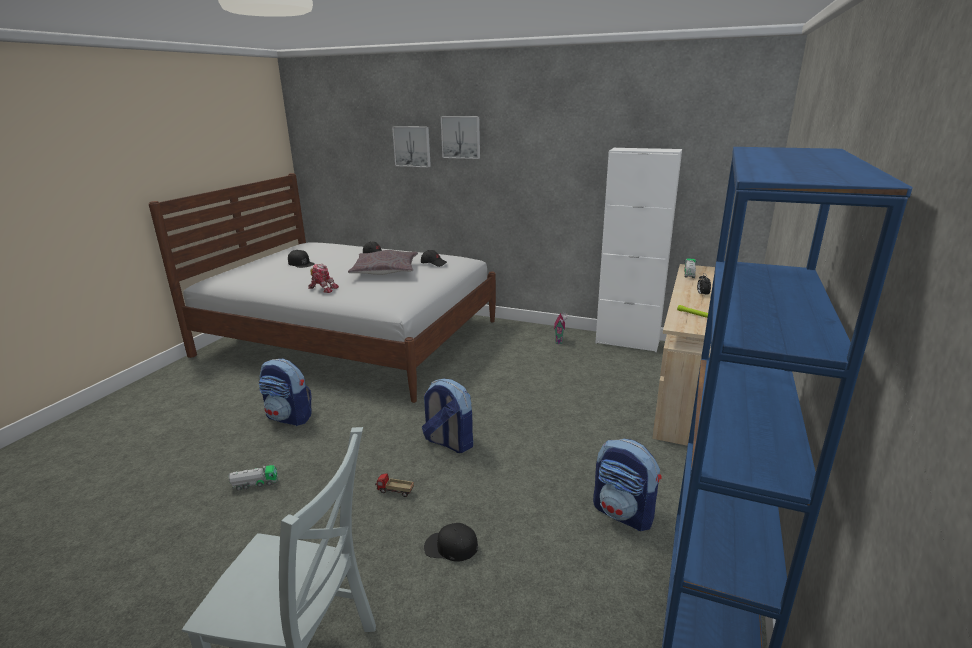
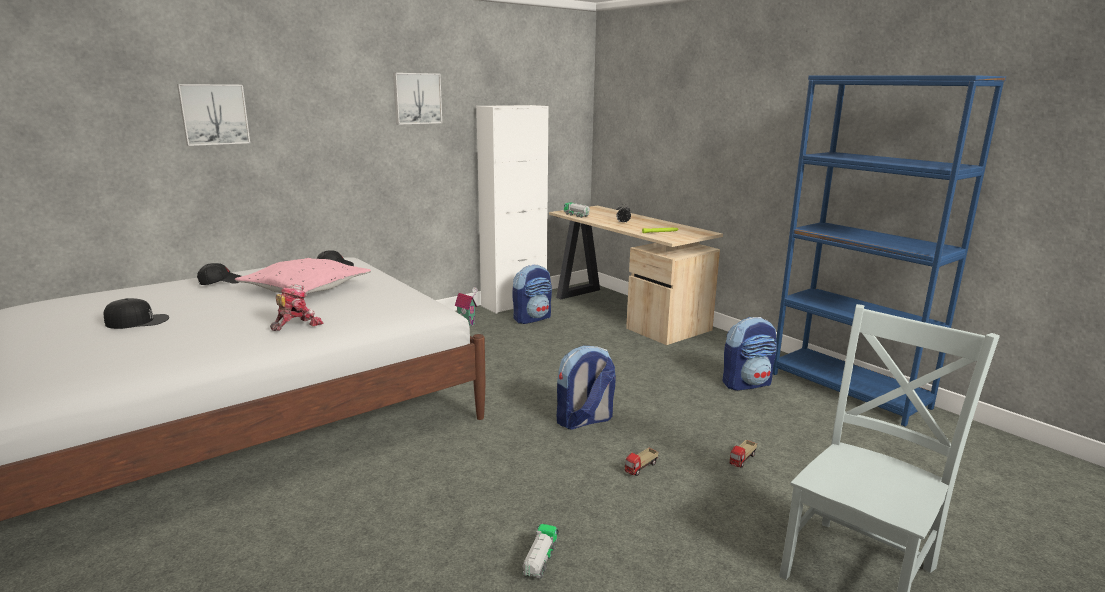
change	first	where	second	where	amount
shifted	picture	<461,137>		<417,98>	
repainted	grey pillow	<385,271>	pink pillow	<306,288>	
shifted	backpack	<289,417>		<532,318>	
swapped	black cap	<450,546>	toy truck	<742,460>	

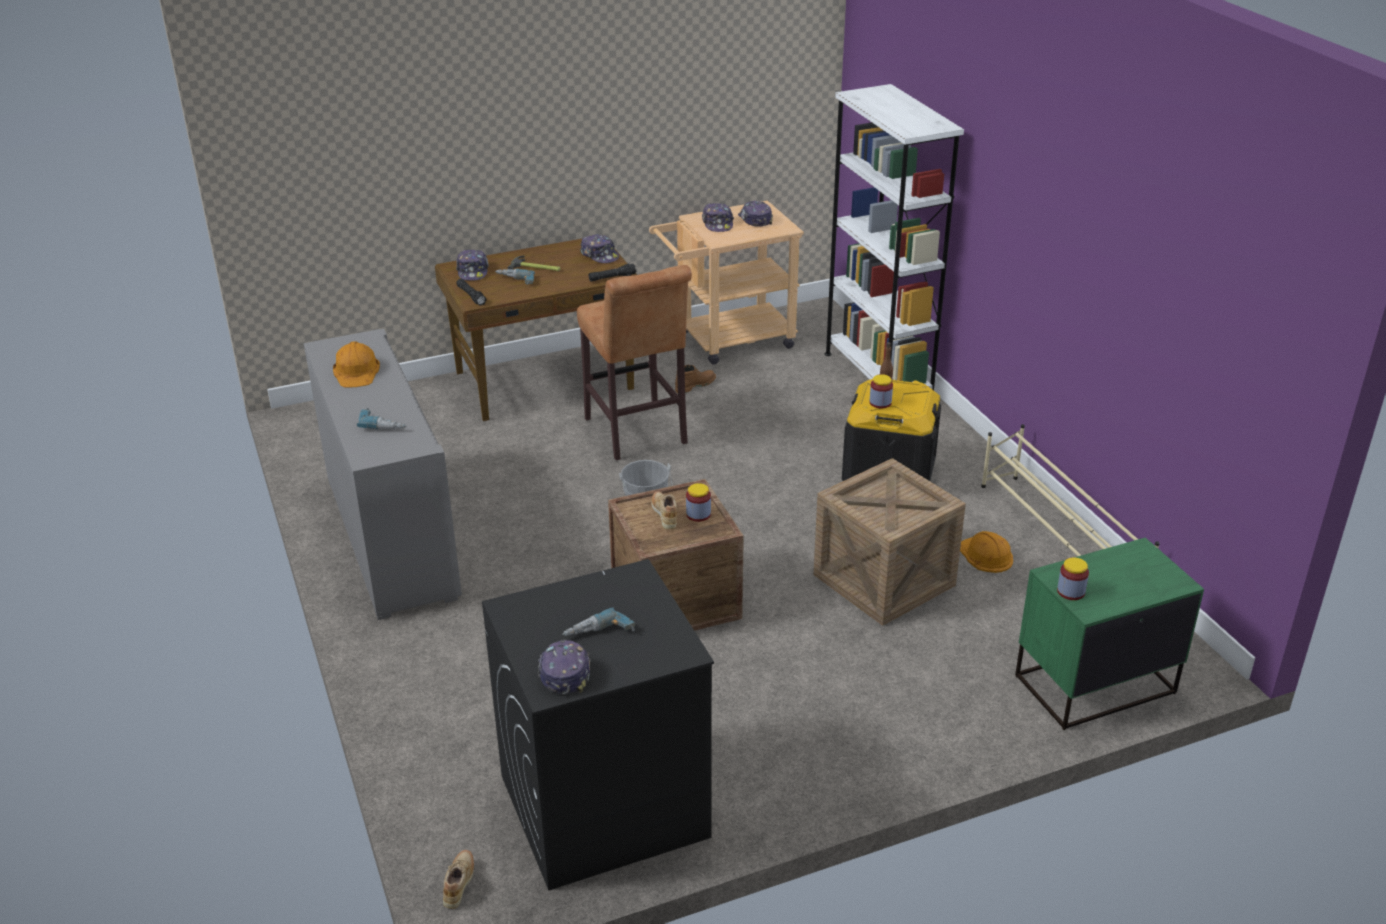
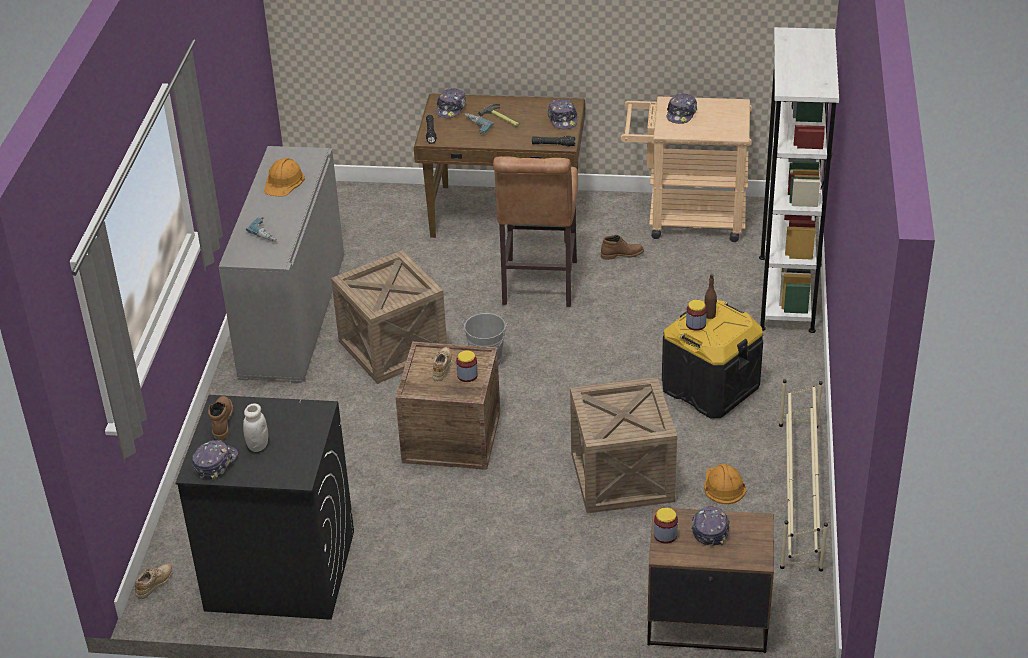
change	first	where	second	where	amount
shifted	cap	<754,220>		<710,529>	
repainted	green nightstand	<1093,684>	brown nightstand	<706,620>	
swapped	power drill	<599,635>	white jar	<258,445>	
new			crate	<392,347>	
new			brown boot	<221,421>	

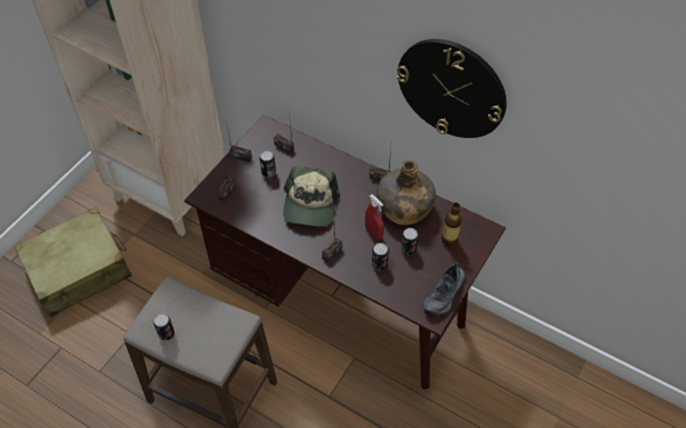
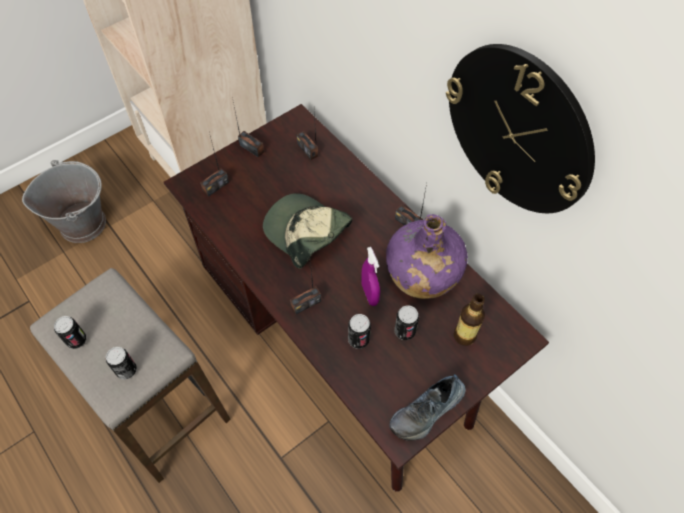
change	first	where	second	where	amount
shifted	can	<268,172>		<126,370>	
repainted	green bottle	<403,208>	purple bottle	<422,272>	
rotated	cap	<310,205>		<306,233>	105 degrees clockwise
repainted	red spray bottle	<374,233>	purple spray bottle	<369,294>	
swapped	beige suitcase	<79,271>	grey bucket	<83,223>	

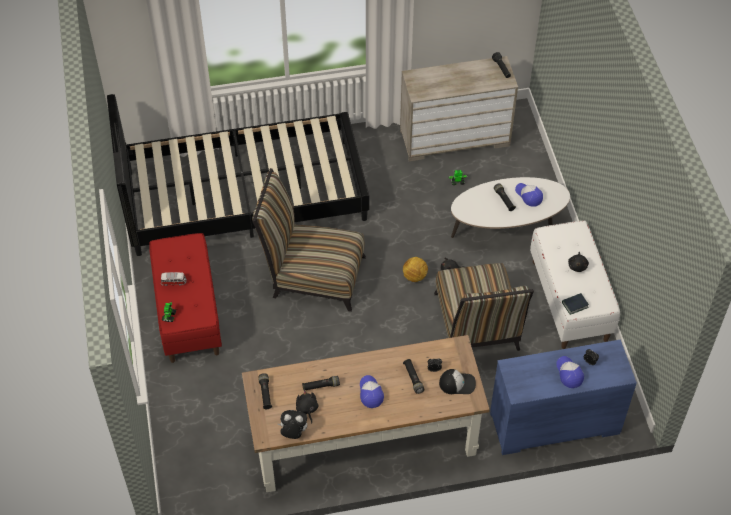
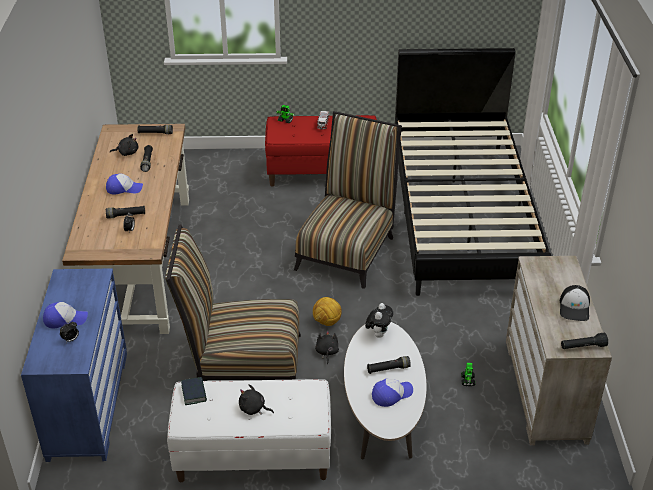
change	first	where	second	where	amount
shifted	cap	<457,383>		<574,308>	
shifted	plush toy	<293,433>		<378,334>	

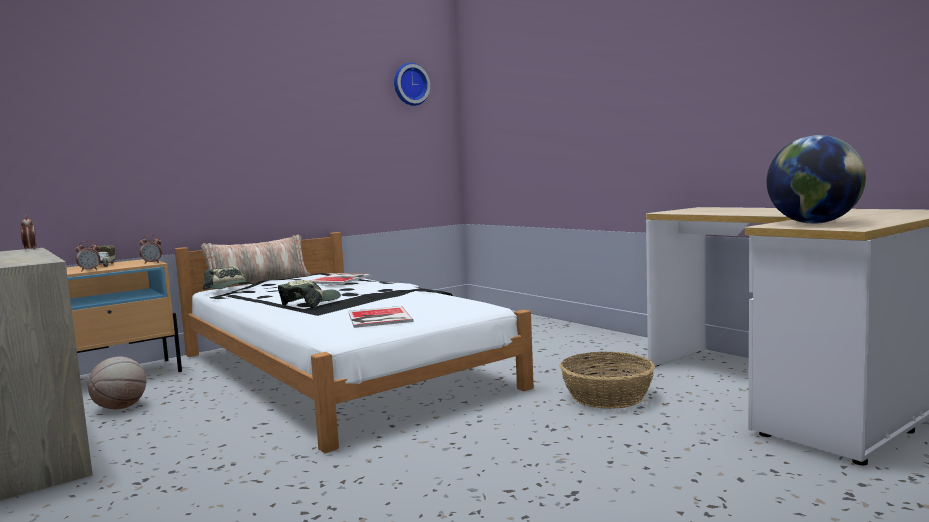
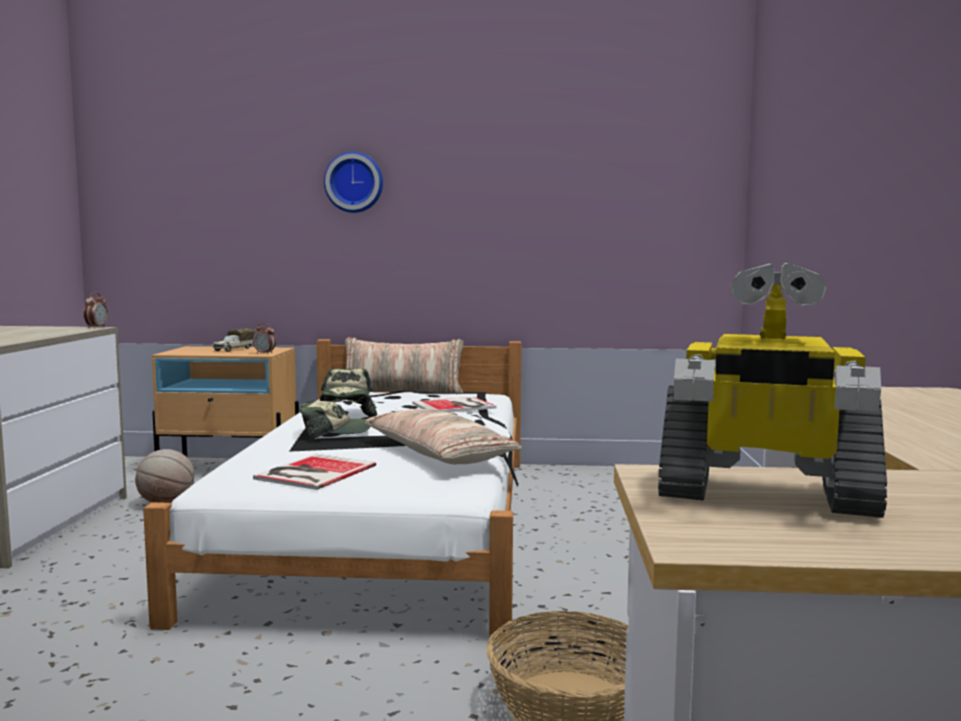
change	first	where	second	where	amount
shifted	wall clock	<410,84>		<354,182>	
swapped	globe	<813,223>	toy robot	<763,495>	
gone	alarm clock	<89,270>			
new			cap	<348,414>	
new			pillow	<437,454>	

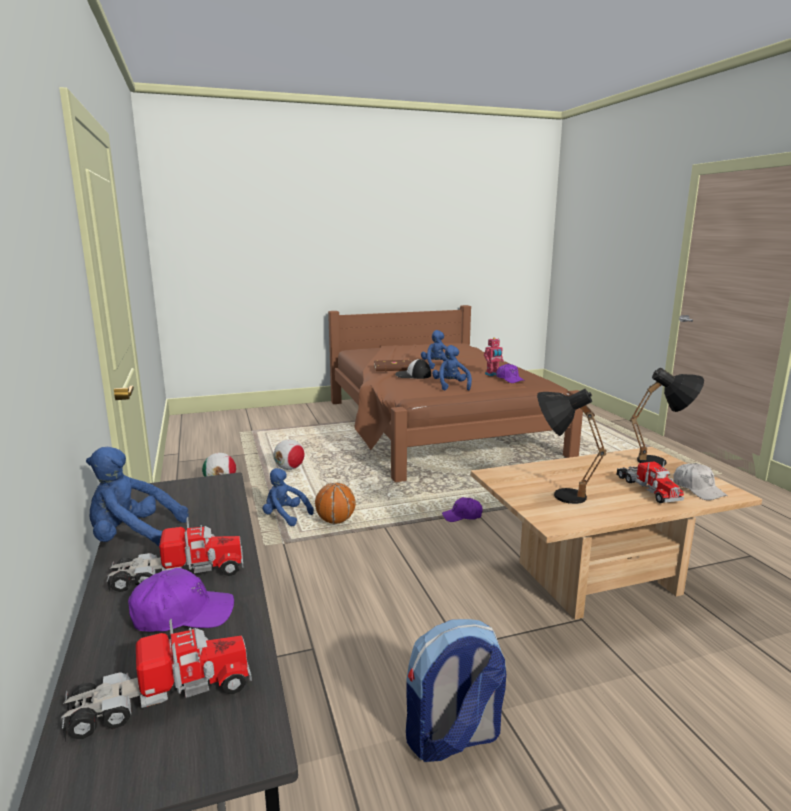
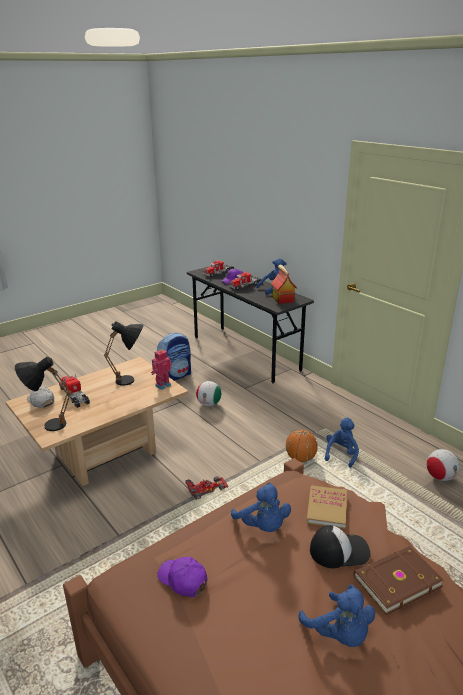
change	first	where	second	where	amount
shifted	toy robot	<492,375>		<162,385>	
shifted	football	<289,468>		<209,404>	
rotated	blue plush toy	<285,516>		<341,454>	75 degrees counterclockwise
swapped	purple cap	<462,516>	toy car	<207,488>	
new			toy house	<282,299>	
new			book	<327,508>	

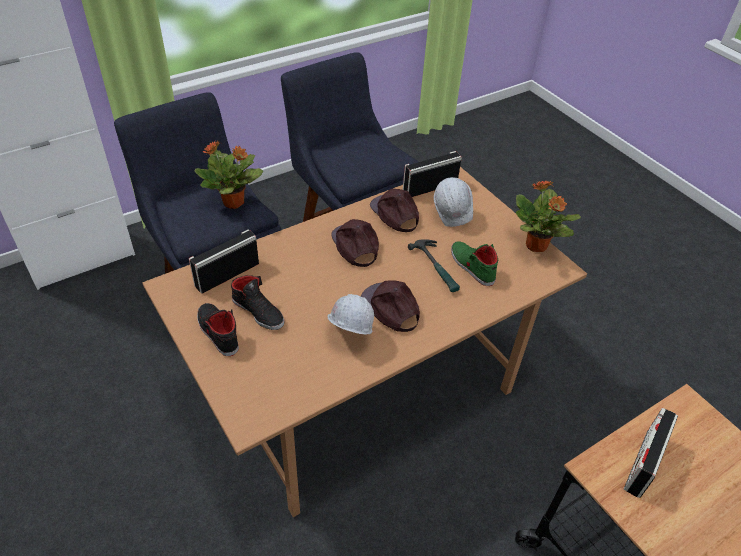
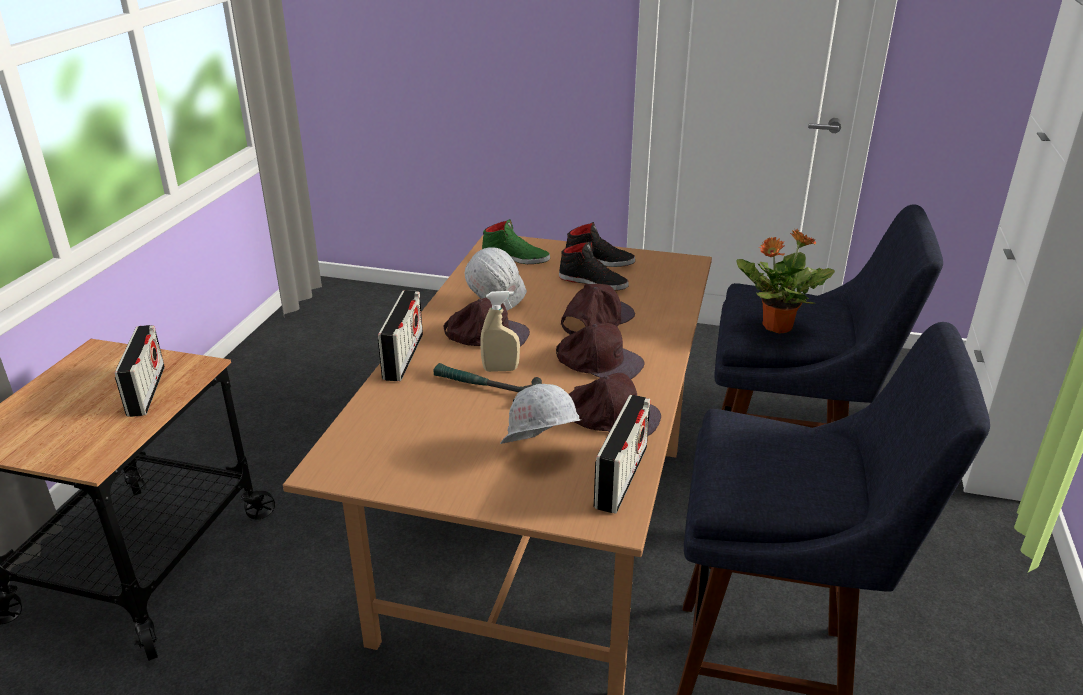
change	first	where	second	where	amount
gone	potted plant	<536,246>			
shifted	radio	<227,275>		<403,357>	
shifted	green shoe	<471,266>		<516,258>	
rotated	black shoe	<258,311>		<593,282>	150 degrees counterclockwise
new			brown cap	<596,319>	
new			beige spray bottle	<500,369>	

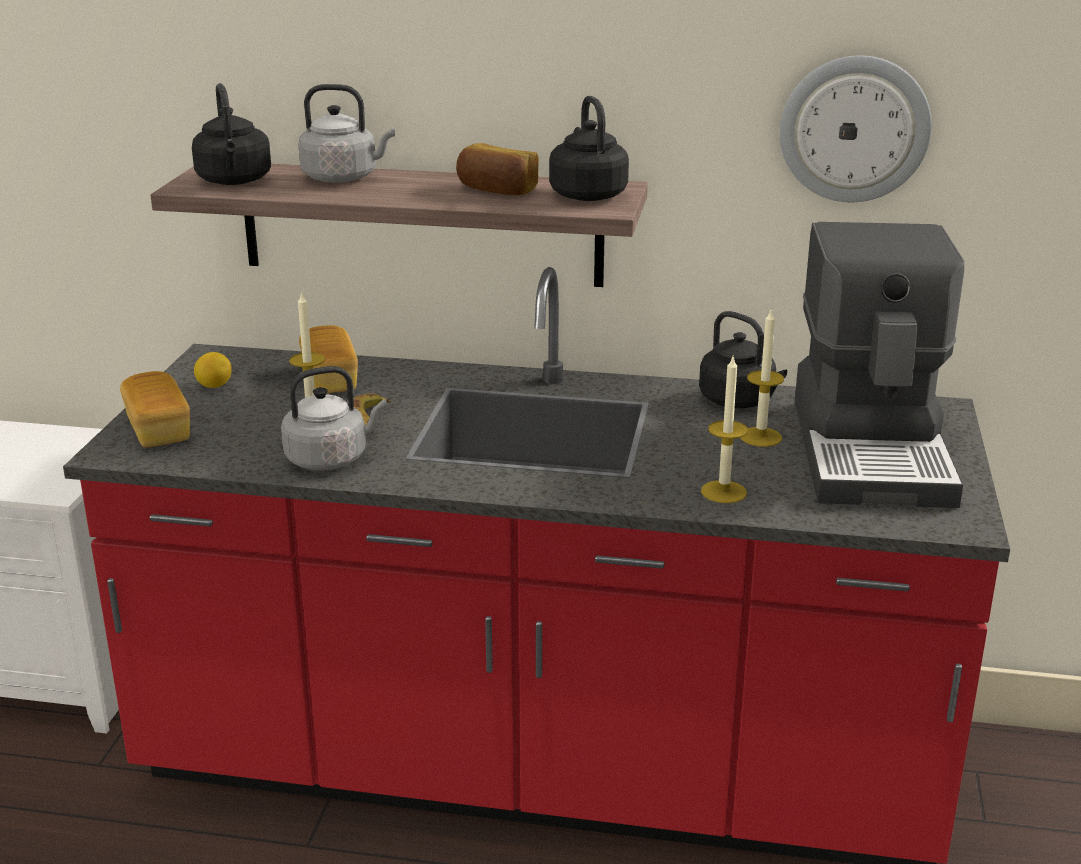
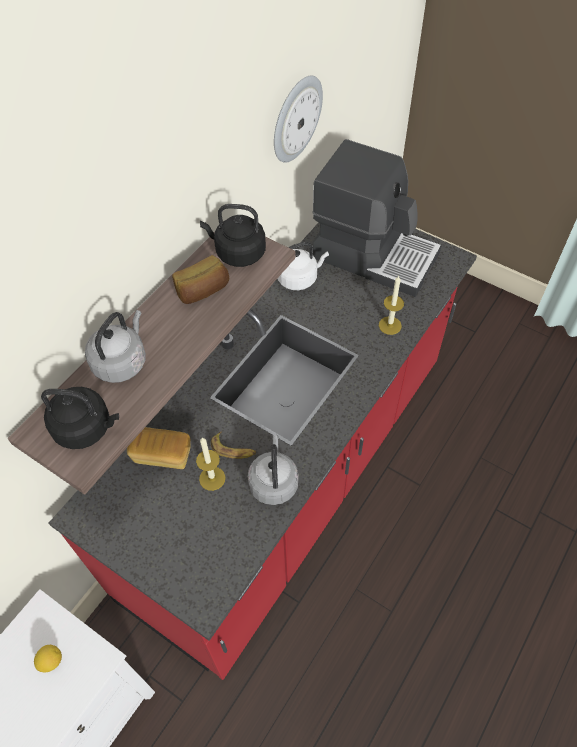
change	first	where	second	where	amount
gone	candle	<760,437>			
repainted	black kettle	<739,401>	white kettle	<299,278>	
shifted	lemon	<214,386>		<51,661>	
gone	bread	<158,430>			

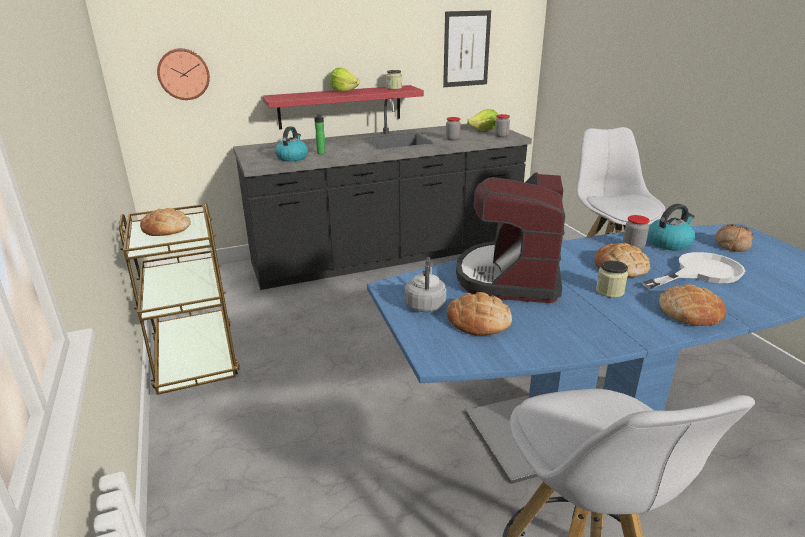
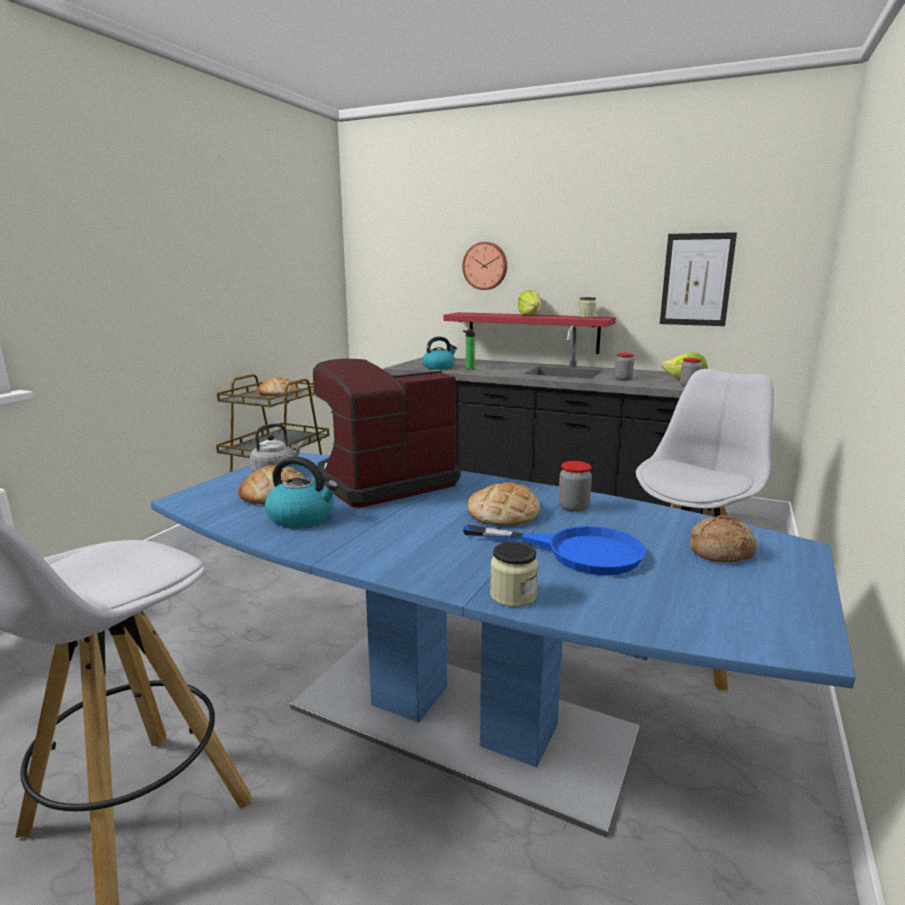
change	first	where	second	where	amount
shifted	wall clock	<183,74>		<485,266>	
shifted	kettle	<669,243>		<302,517>	
repainted	white frying pan	<700,273>	blue frying pan	<576,551>	
shifted	jar	<609,291>		<513,595>	
gone	bread	<690,311>			

